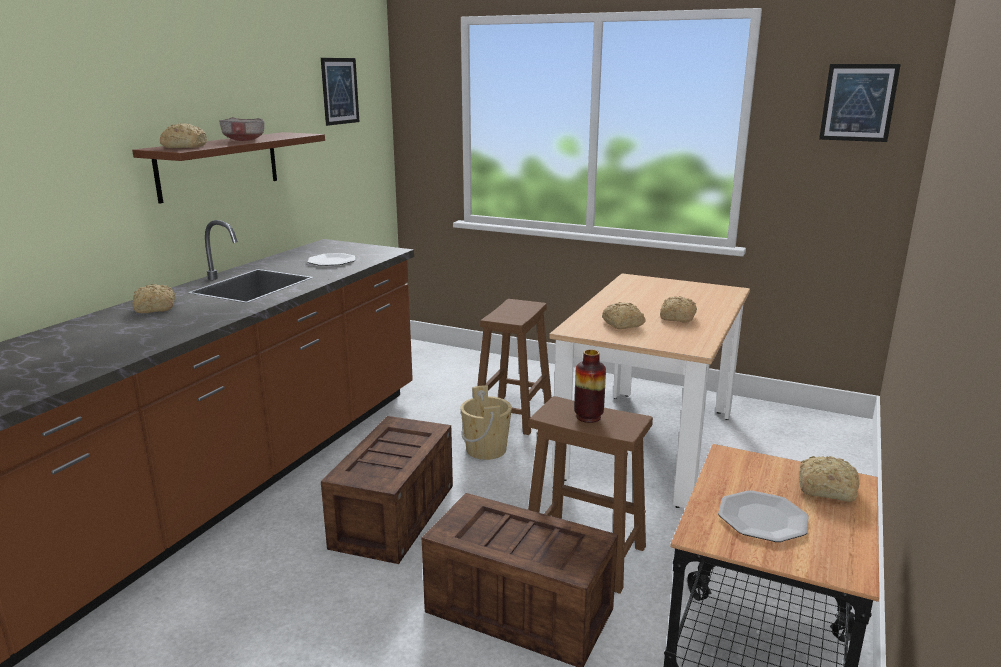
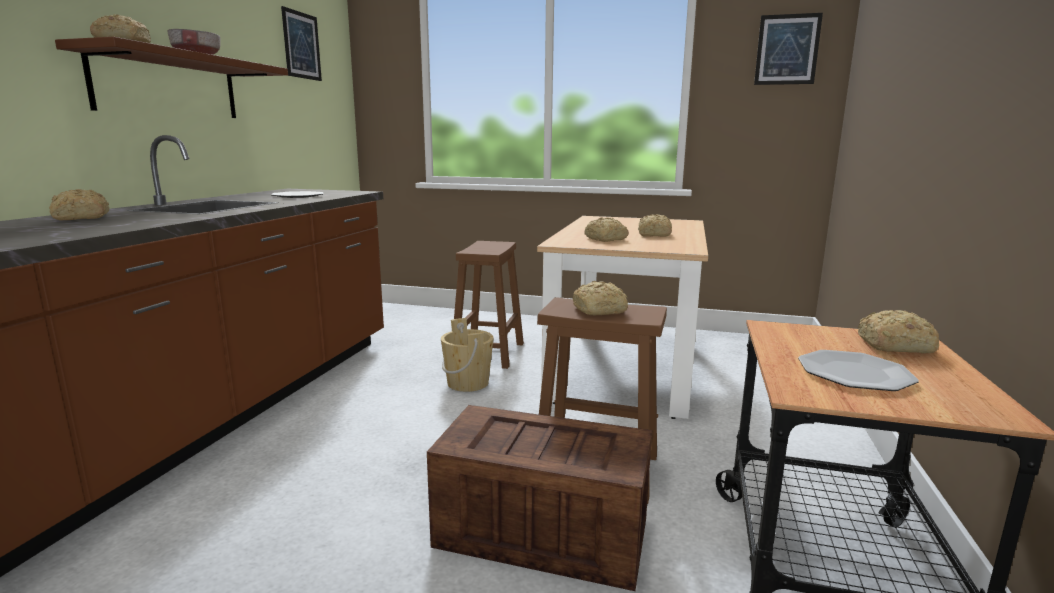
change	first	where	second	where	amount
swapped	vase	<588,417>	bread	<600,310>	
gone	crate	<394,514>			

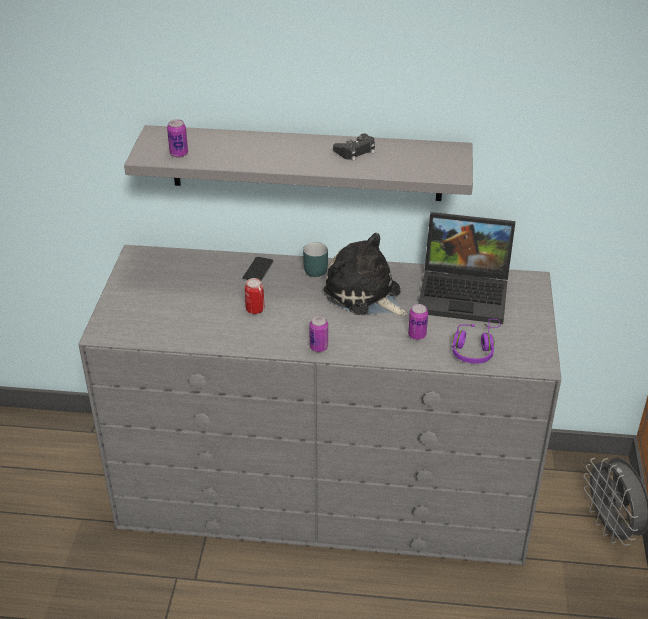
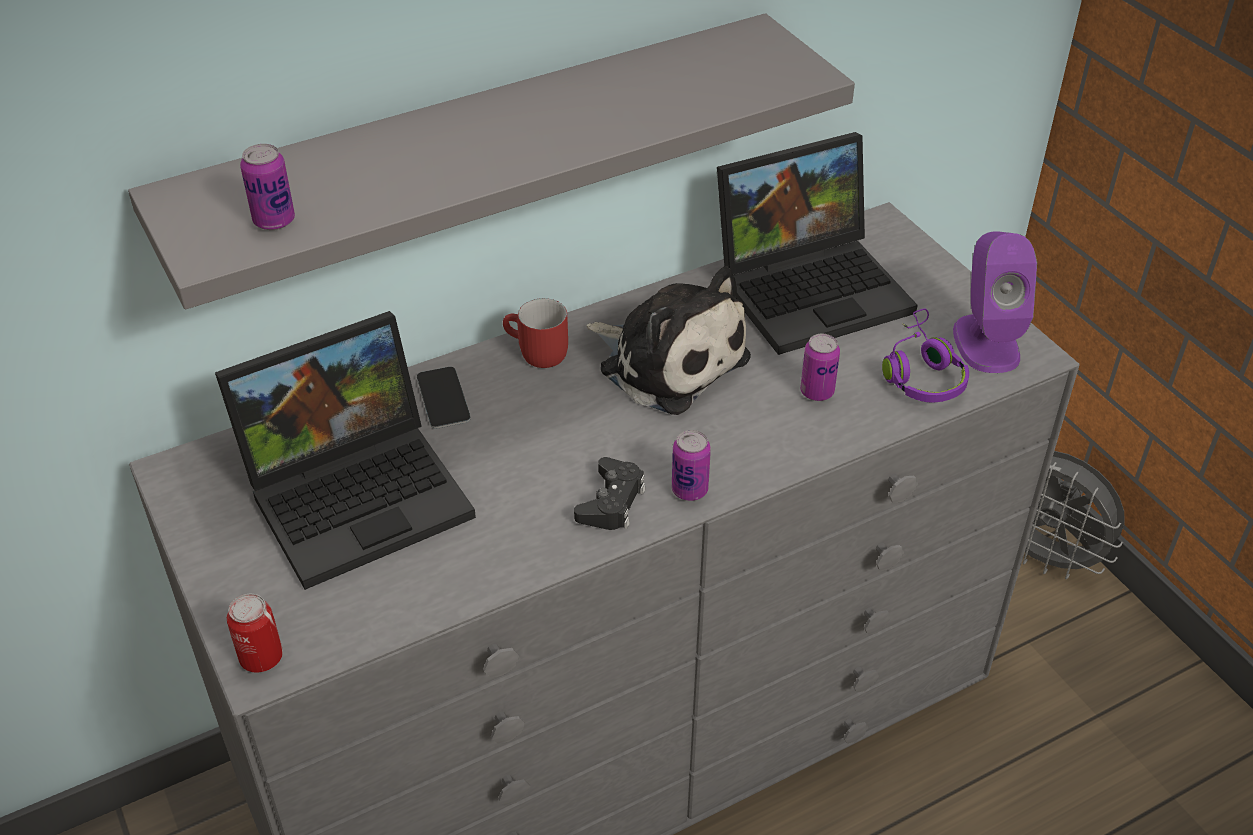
change	first	where	second	where	amount
shifted	black game controller	<356,151>		<611,502>	
rotated	plush toy	<365,295>		<668,361>	150 degrees counterclockwise
repainted	turquoise mug	<312,269>	red mug	<535,354>	
shifted	can	<255,309>		<261,657>	
new			purple speaker	<986,342>	
new			laptop	<360,492>	

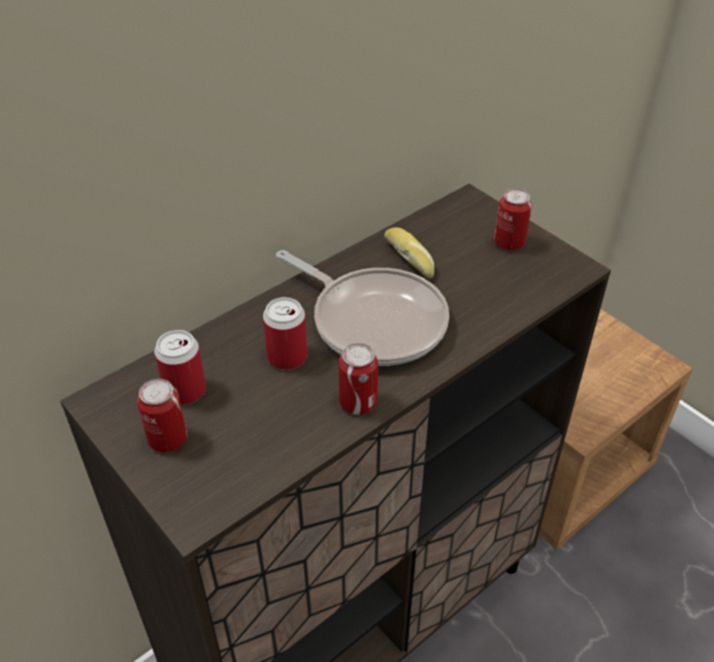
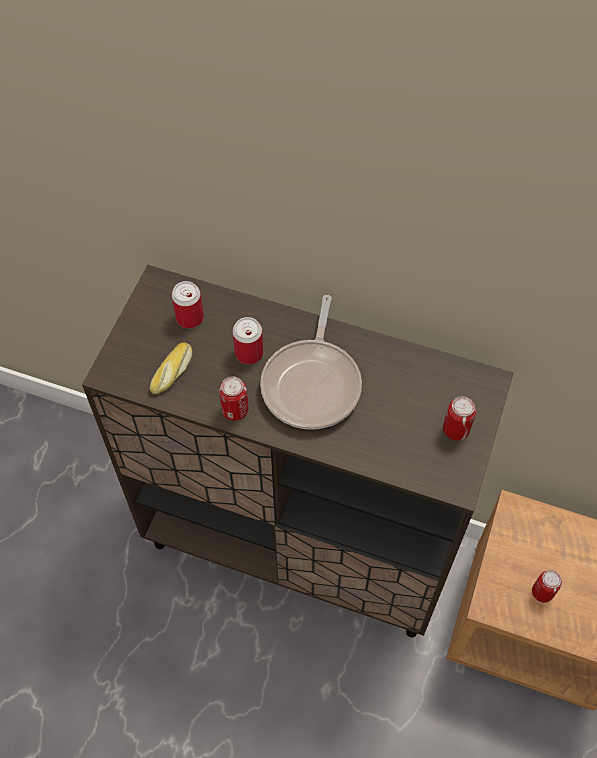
change	first	where	second	where	amount
shifted	bread	<411,258>		<173,372>	
shifted	can	<167,439>		<542,592>	

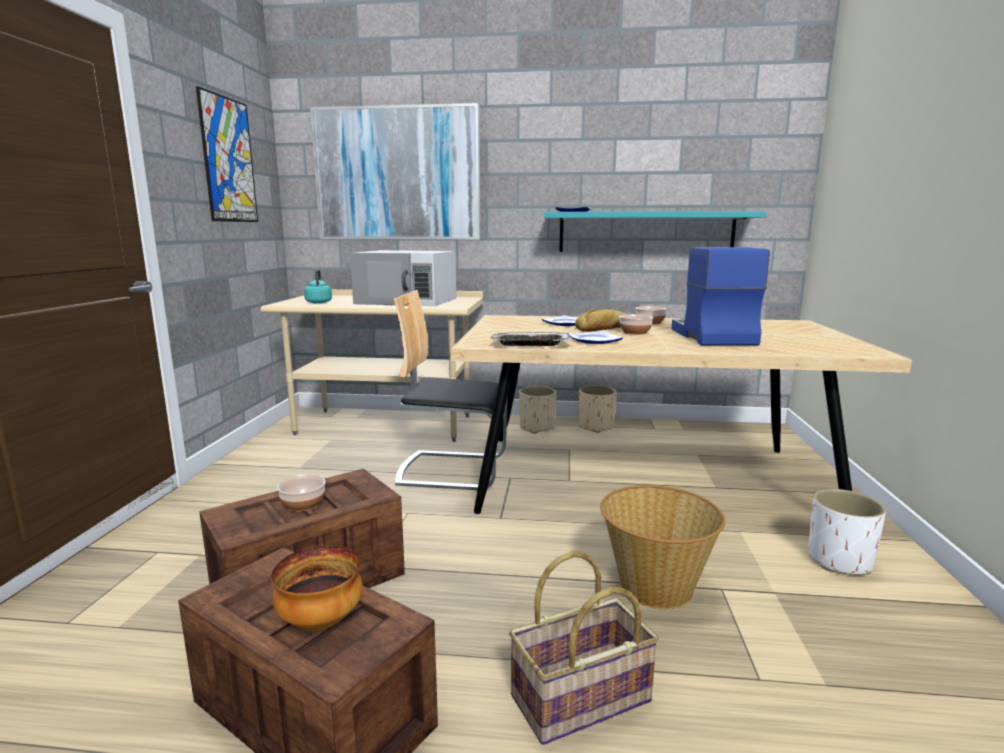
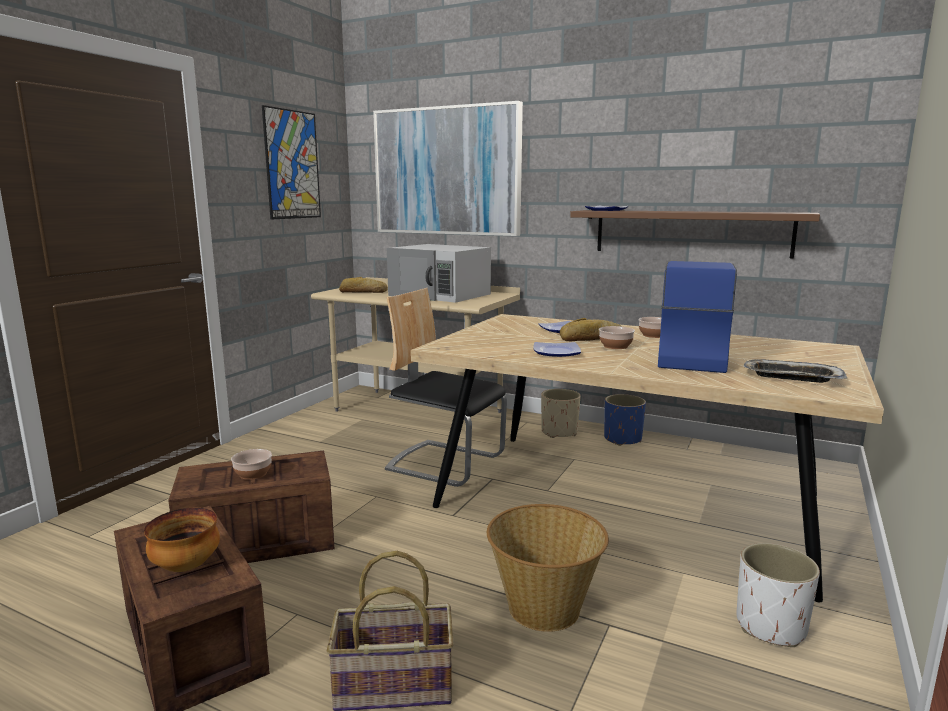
change	first	where	second	where	amount
repainted	turquoise shelf	<645,232>	brown shelf	<691,233>	
swapped	turquoise kettle	<319,302>	bread	<363,292>	
shifted	tray	<530,345>		<791,377>	
repainted	beige planter	<596,427>	blue planter	<622,439>	

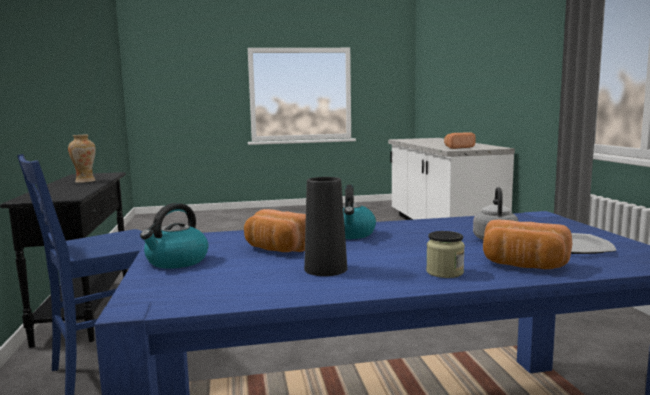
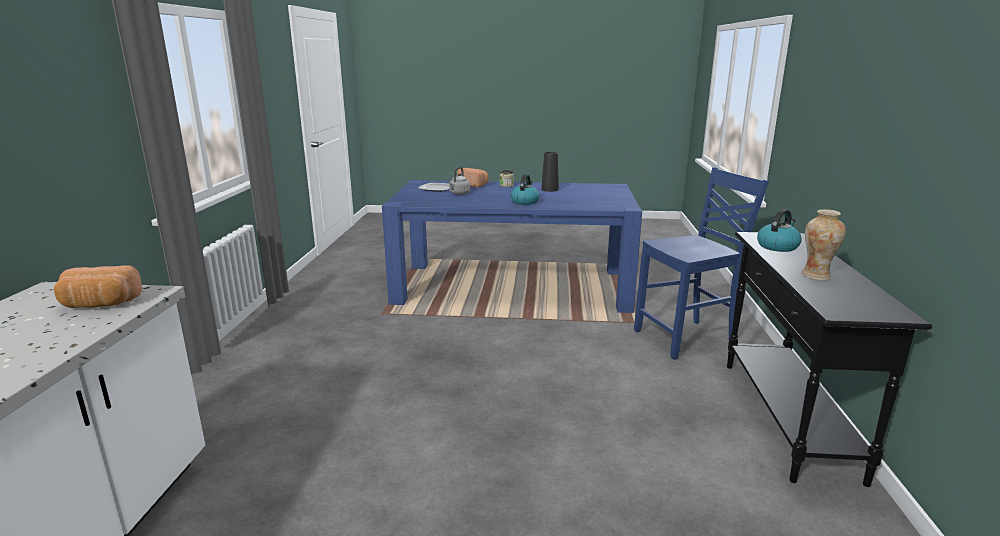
change	first	where	second	where	amount
shifted	kettle	<176,261>		<777,246>	
gone	bread	<277,249>			

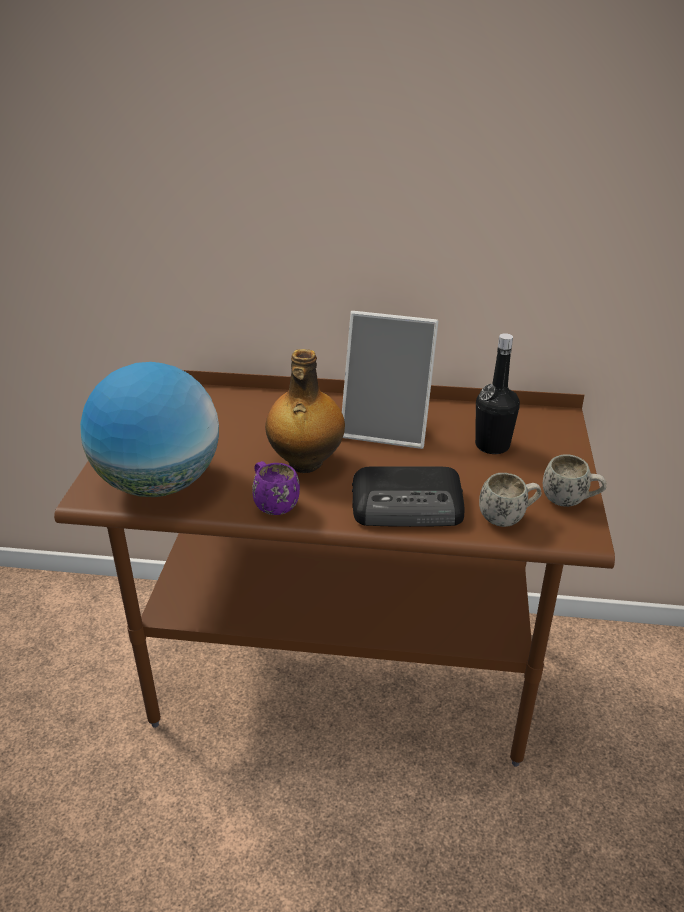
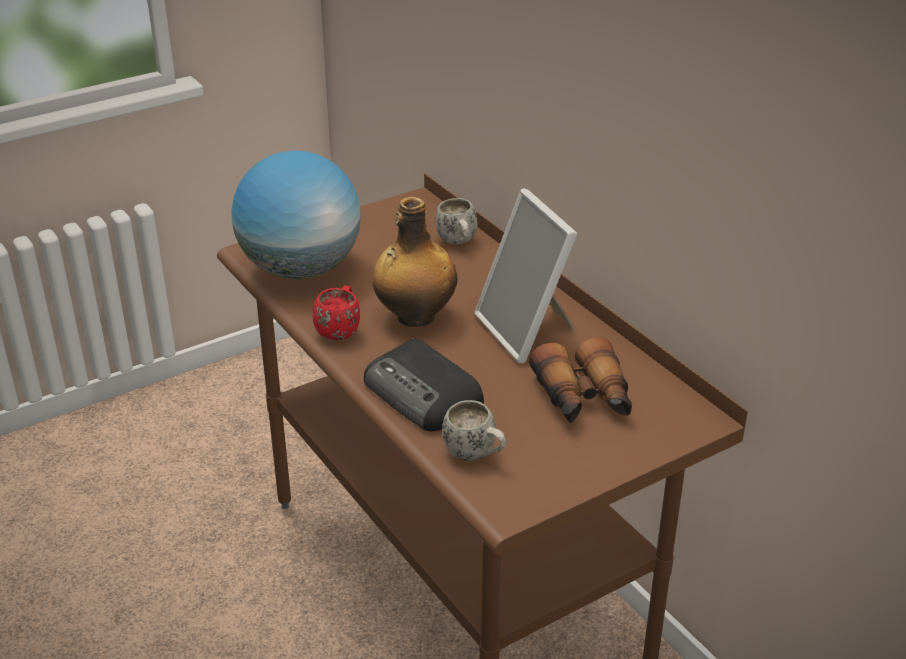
change	first	where	second	where	amount
swapped	black bottle	<492,445>	binoculars	<583,399>	
shifted	white mug	<570,501>		<458,243>	
repainted	purple mug	<272,504>	red mug	<340,330>	

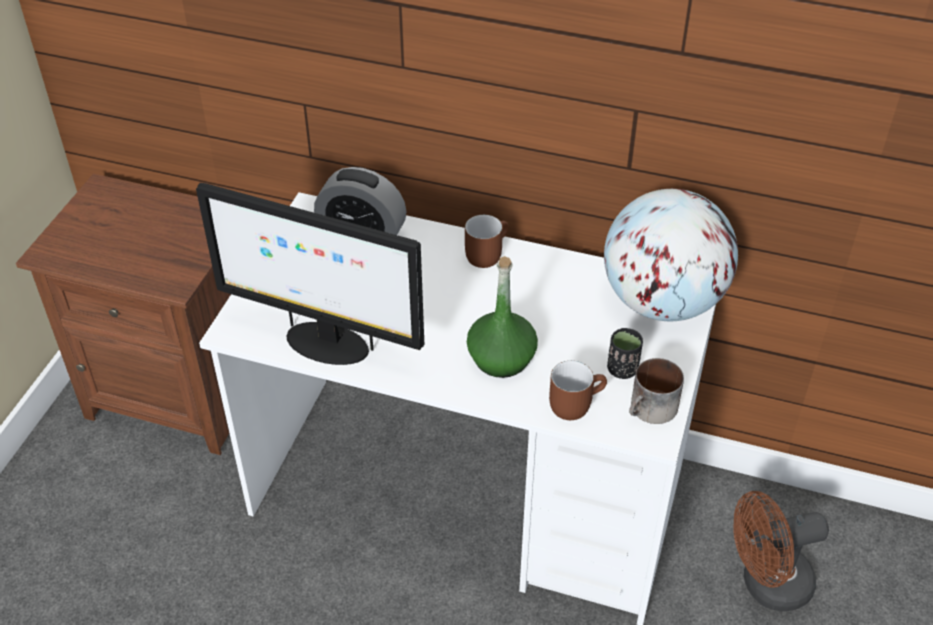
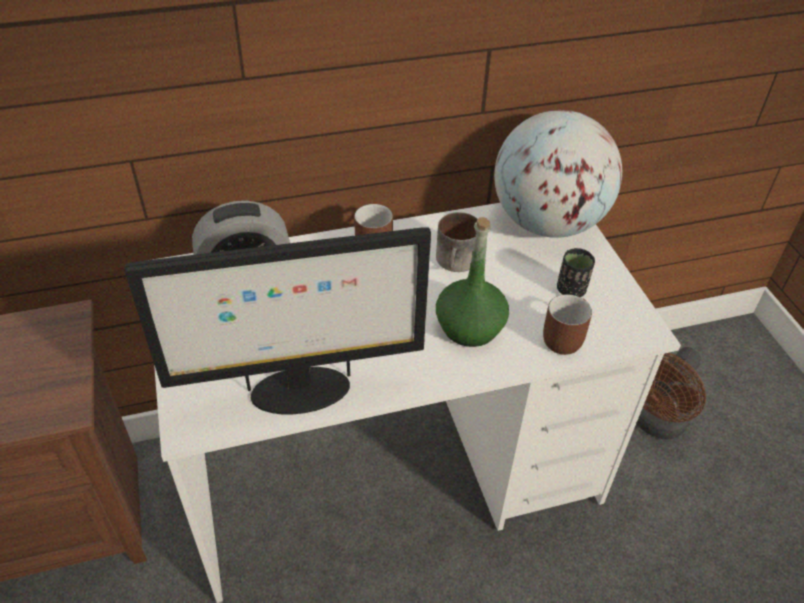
change	first	where	second	where	amount
shifted	mug	<651,411>		<457,262>	

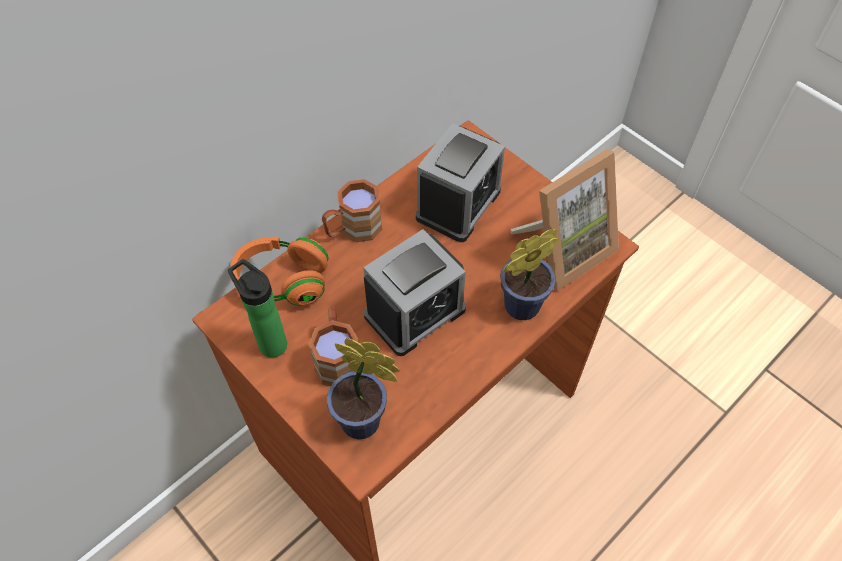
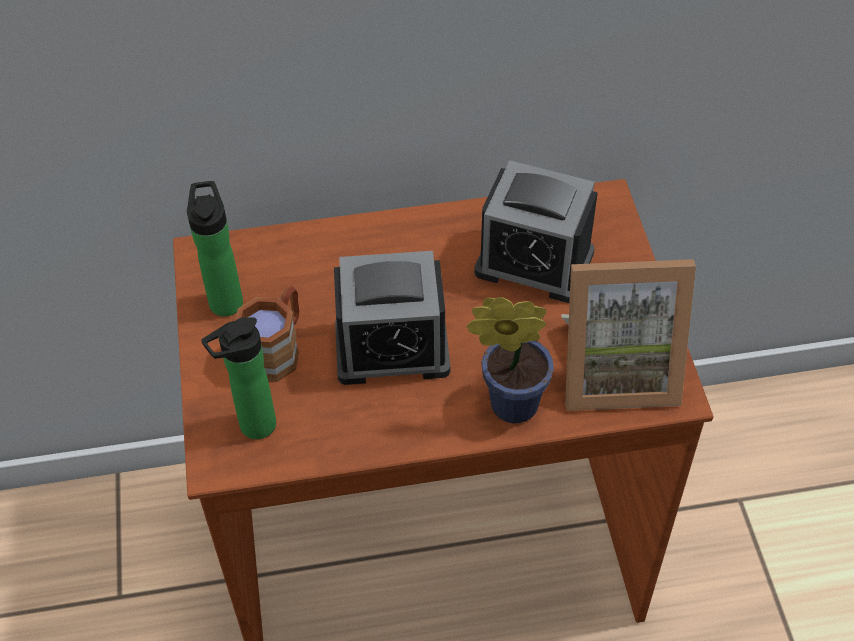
change	first	where	second	where	amount
rotated	alarm clock	<458,204>		<534,263>	45 degrees clockwise
gone	brown mug	<353,229>			
gone	orange headphones	<282,282>			
swapped	potted plant	<365,423>	bottle	<252,427>	

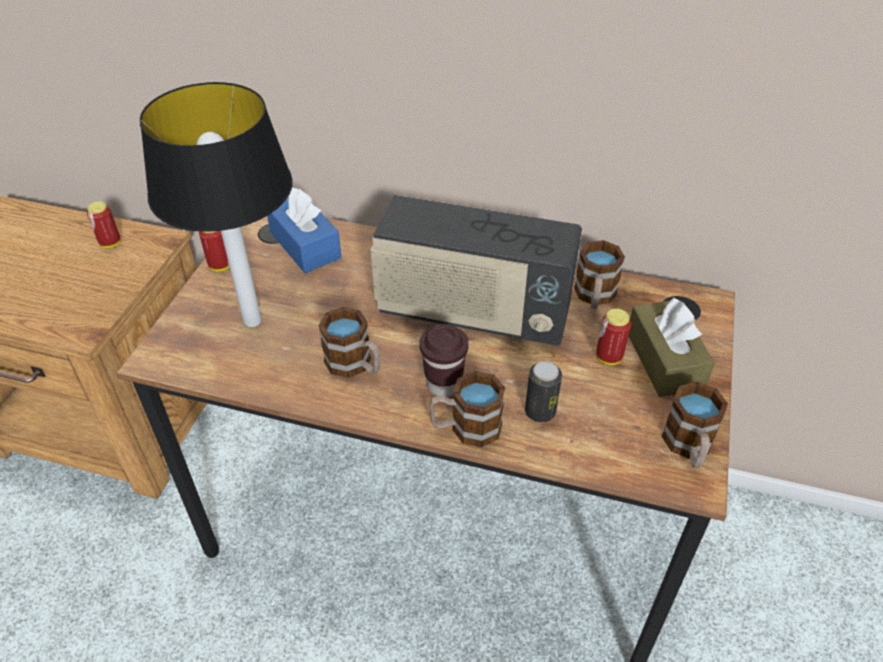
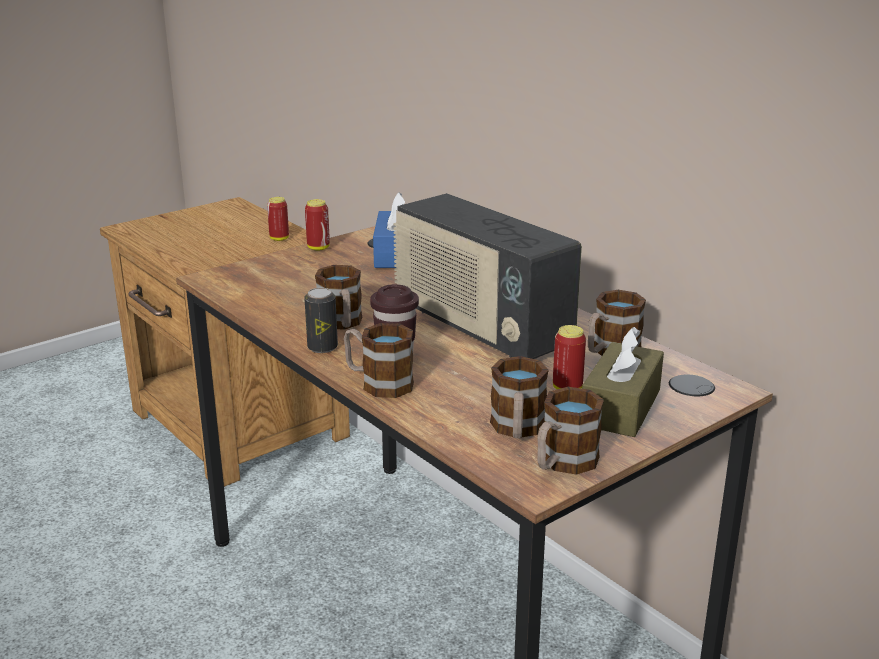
change	first	where	second	where	amount
gone	table lamp	<251,321>			
shifted	can	<540,411>		<322,347>	
new			mug	<517,430>	

